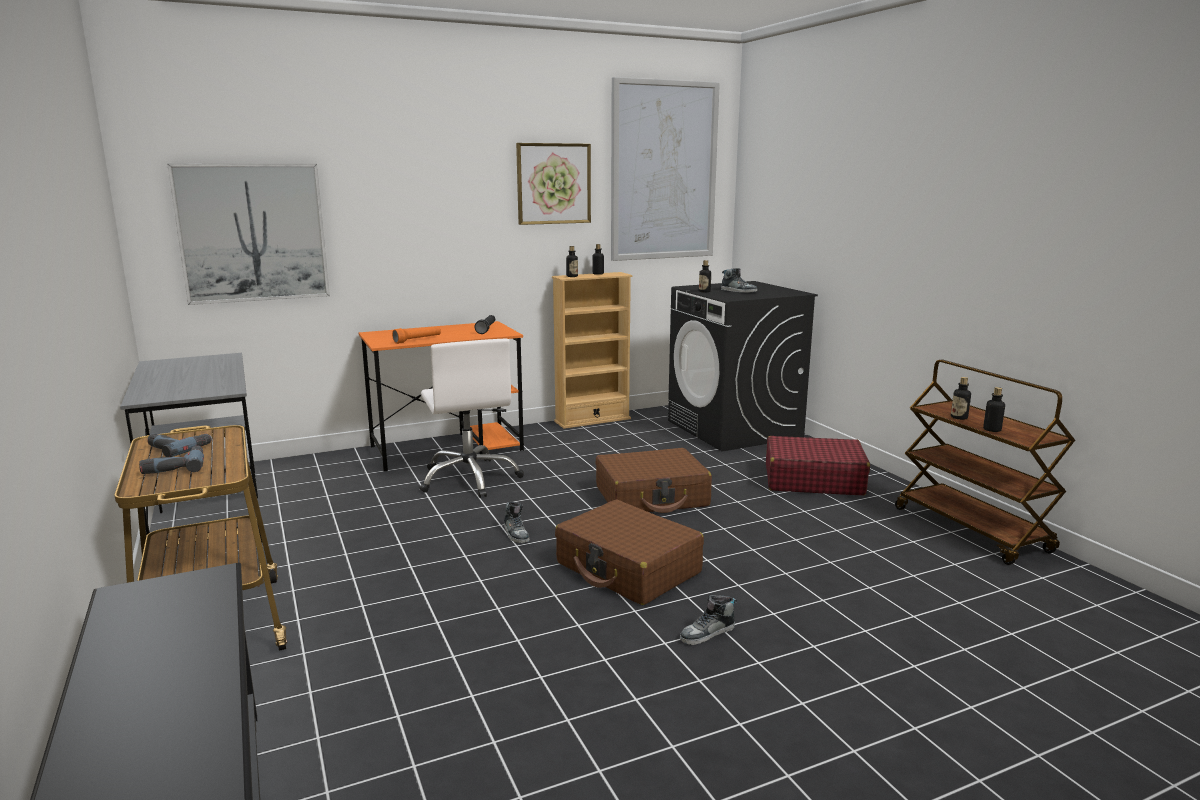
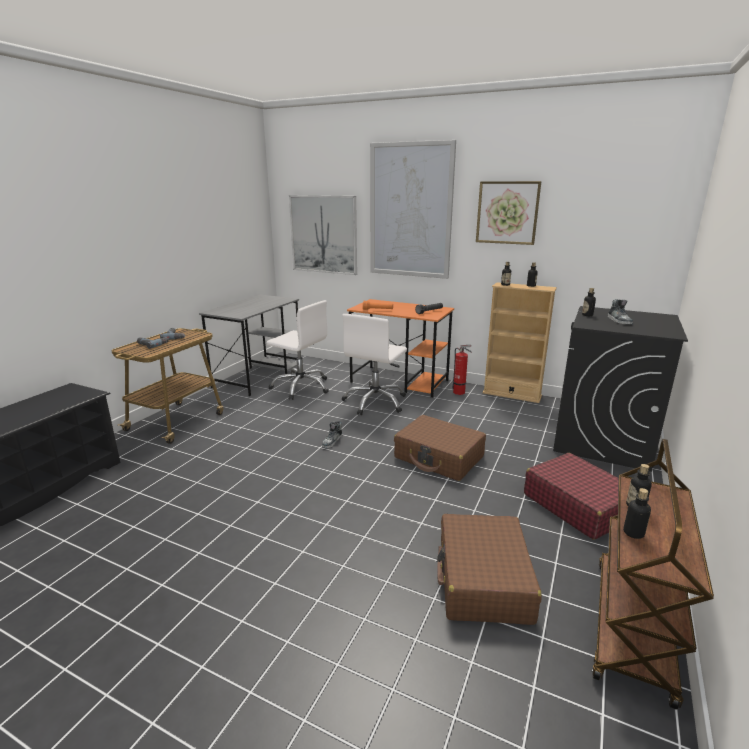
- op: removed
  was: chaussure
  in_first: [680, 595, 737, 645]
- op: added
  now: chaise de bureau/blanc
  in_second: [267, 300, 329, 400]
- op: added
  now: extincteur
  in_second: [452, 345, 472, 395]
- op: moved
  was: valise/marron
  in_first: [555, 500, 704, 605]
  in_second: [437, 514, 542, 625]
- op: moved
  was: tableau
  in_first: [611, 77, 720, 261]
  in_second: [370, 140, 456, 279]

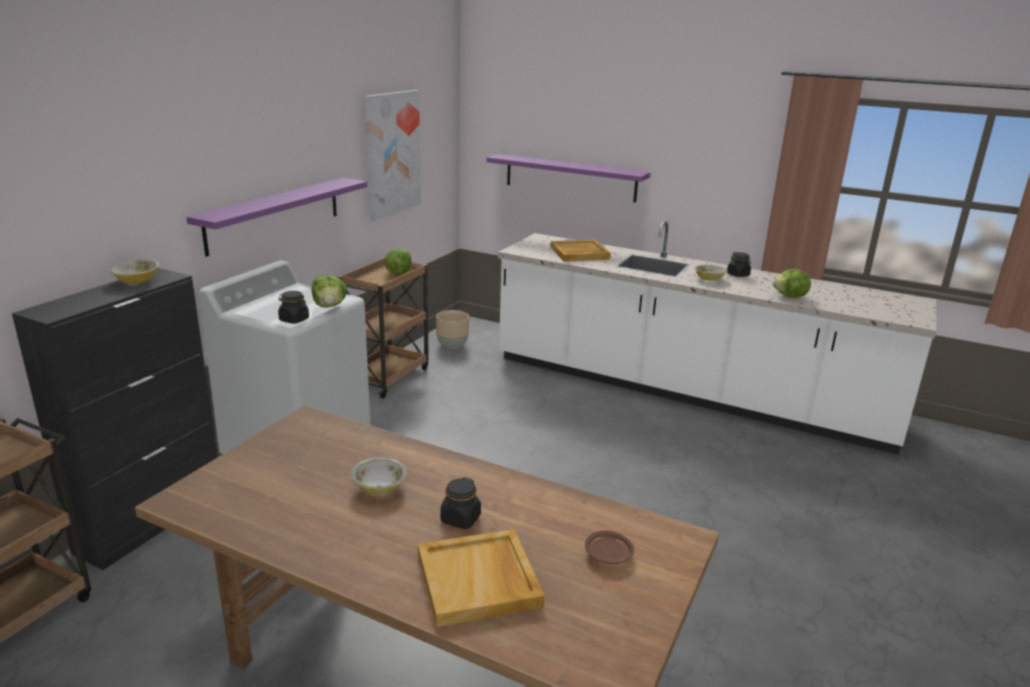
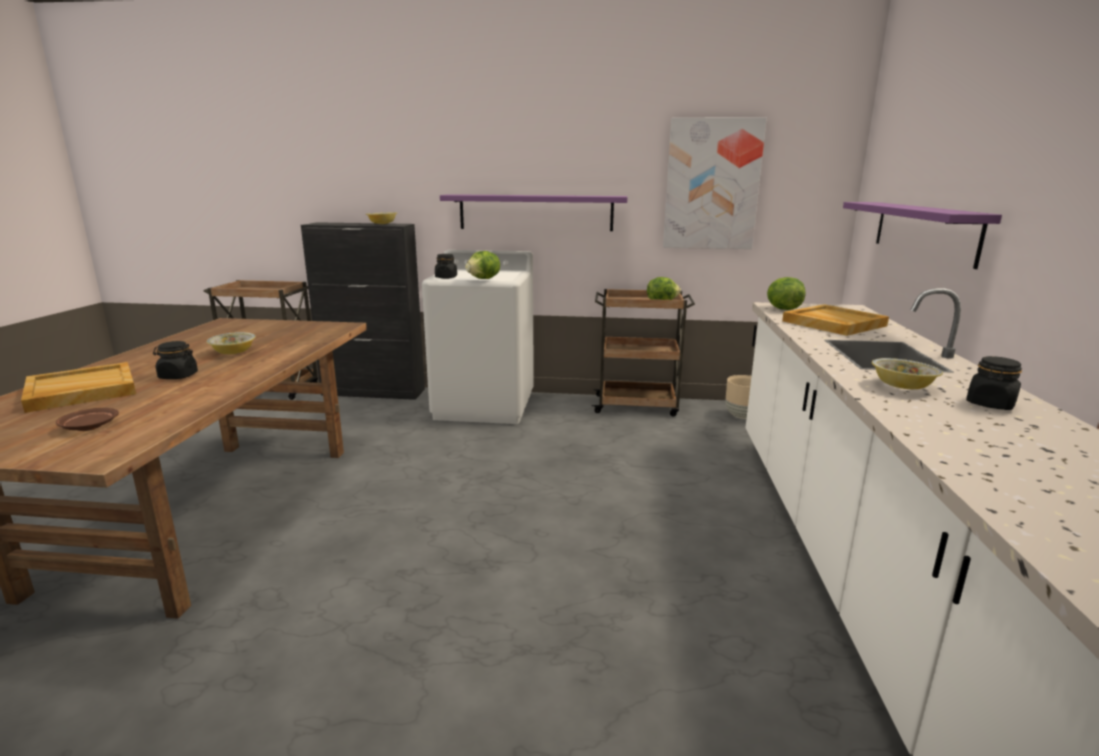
- op: moved
  was: laitue
  in_first: [772, 269, 811, 298]
  in_second: [767, 277, 805, 310]

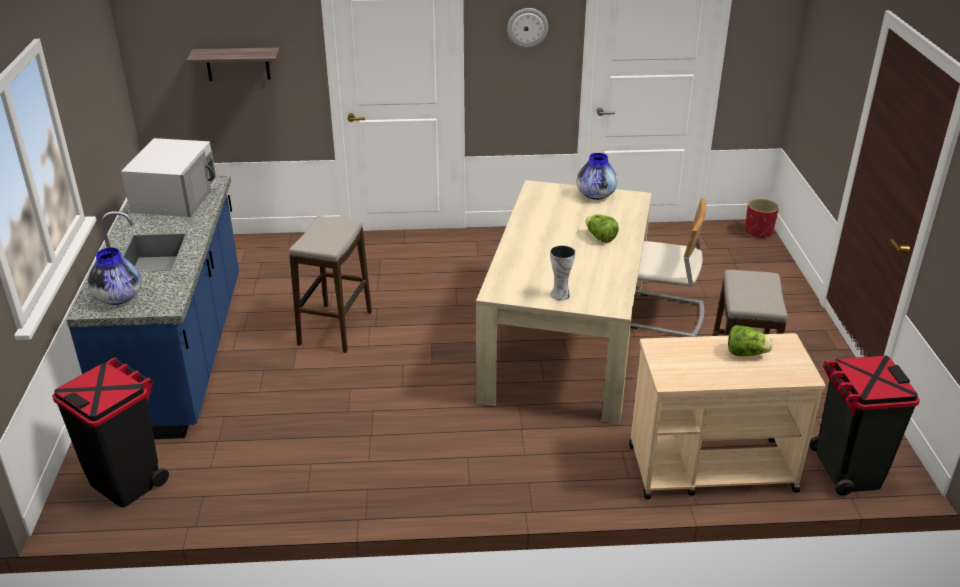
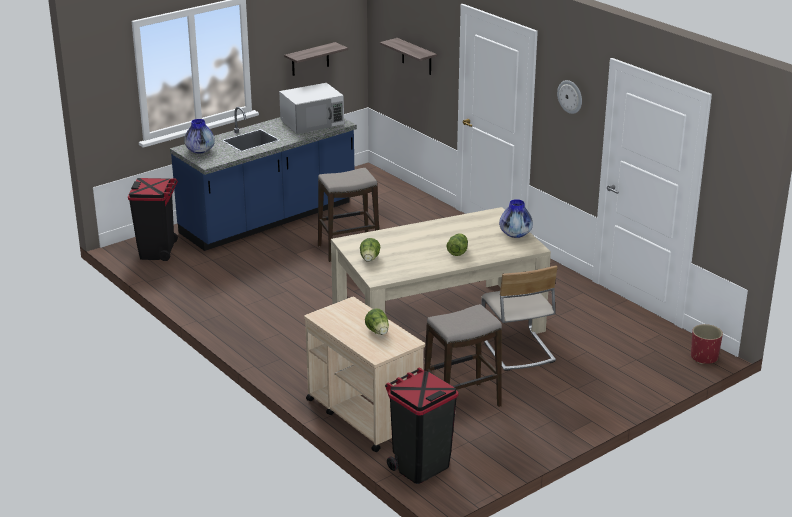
- op: added
  now: étagère
  in_second: [284, 42, 348, 76]
- op: replaced
  was: vase
  now: laitue
  in_first: [550, 245, 576, 301]
  in_second: [360, 238, 380, 262]

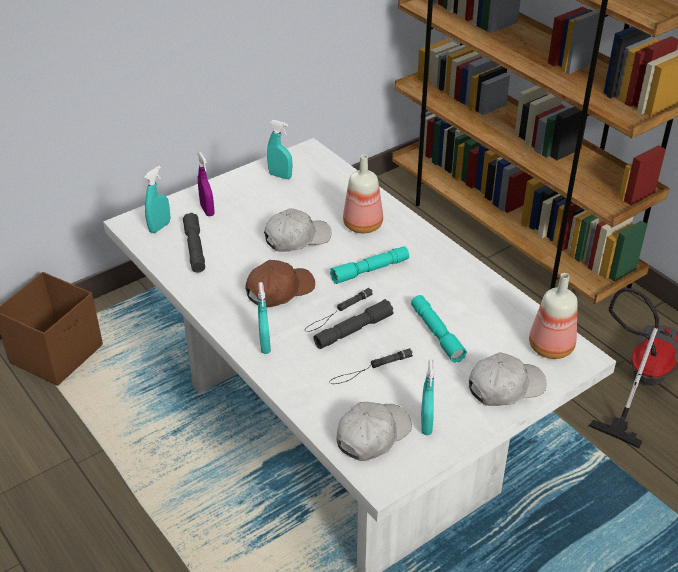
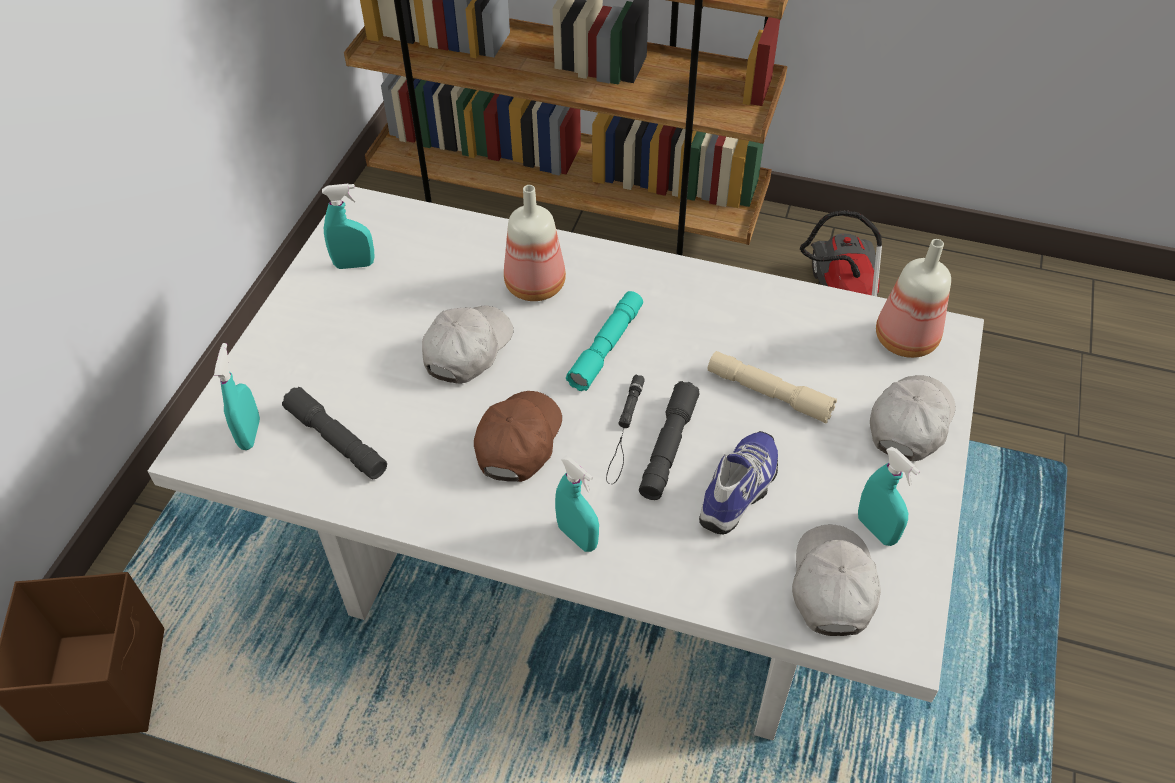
- op: removed
  was: vaporisateur/violet
  in_first: [197, 152, 214, 216]
- op: replaced
  was: lampe de poche/noir
  now: chaussure
  in_first: [329, 348, 413, 384]
  in_second: [699, 431, 778, 534]
- op: recoloured
  was: lampe de poche/turquoise
  now: lampe de poche/beige
  in_first: [411, 295, 467, 363]
  in_second: [708, 351, 837, 423]

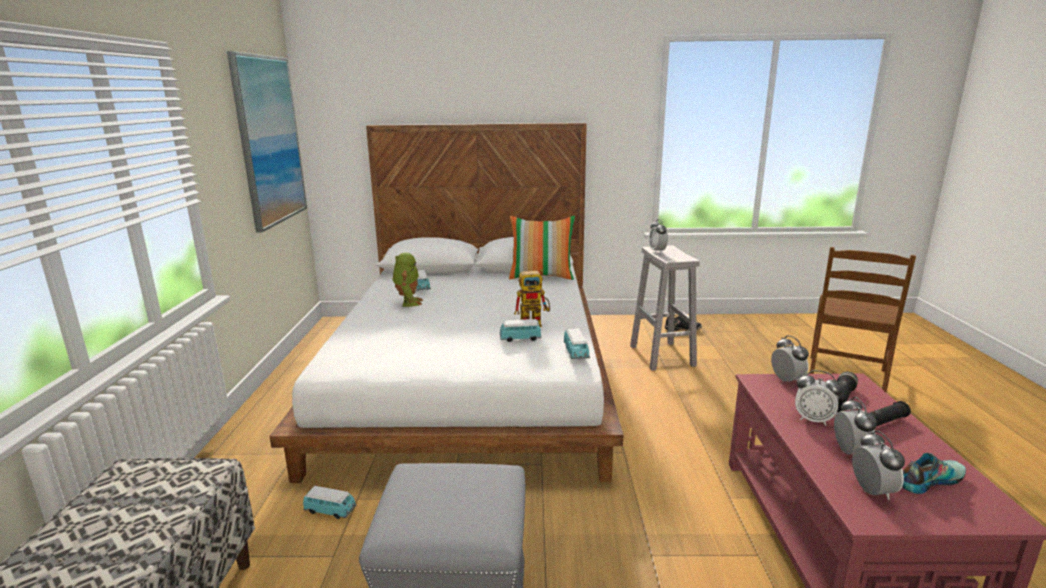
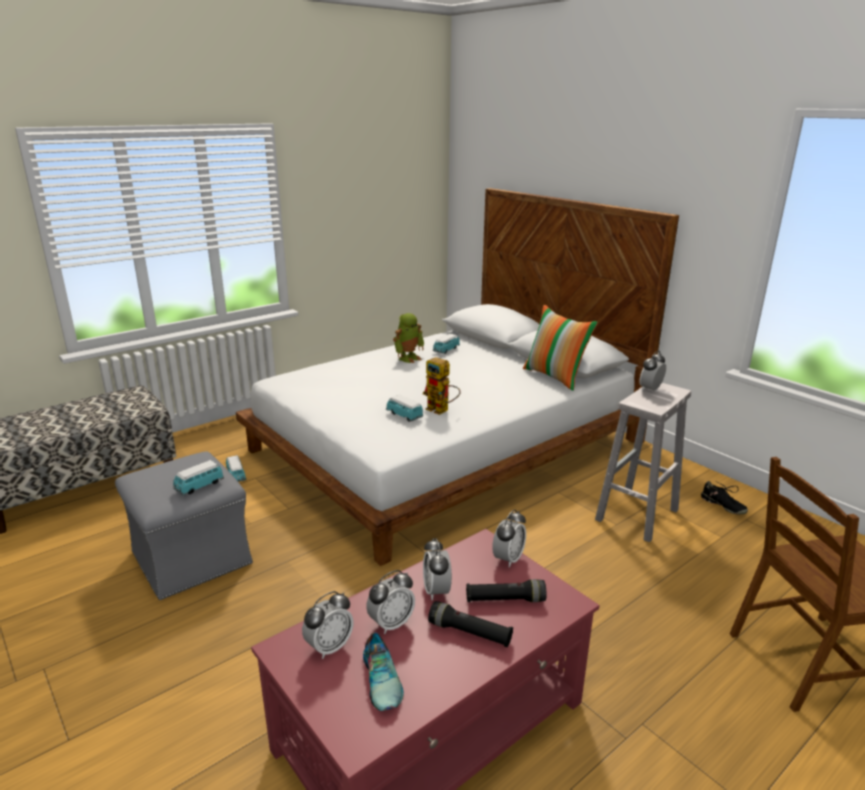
- op: removed
  was: tableau
  in_first: [227, 51, 307, 233]
- op: moved
  was: petite voiture
  in_first: [564, 328, 590, 359]
  in_second: [173, 460, 224, 496]
- op: turned
  was: chaussure
  in_first: [902, 453, 966, 494]
  in_second: [363, 632, 404, 711]
  clockwise: 45

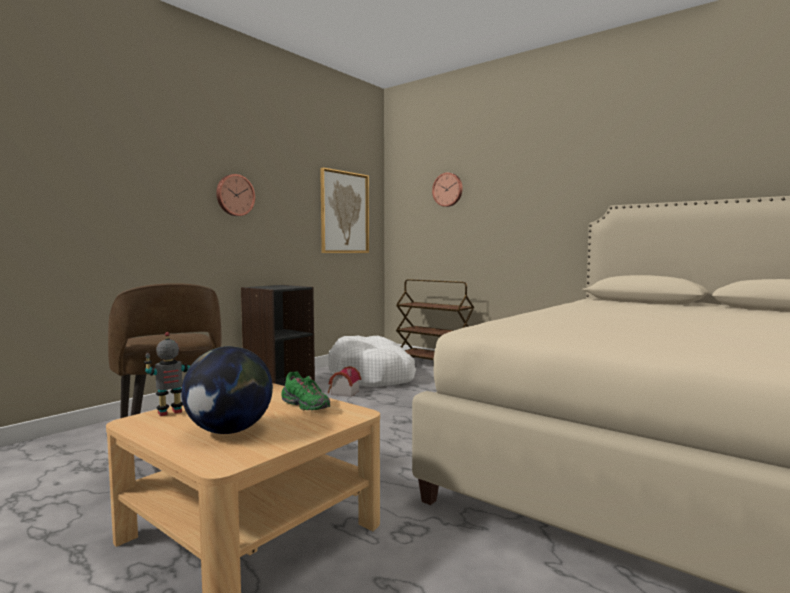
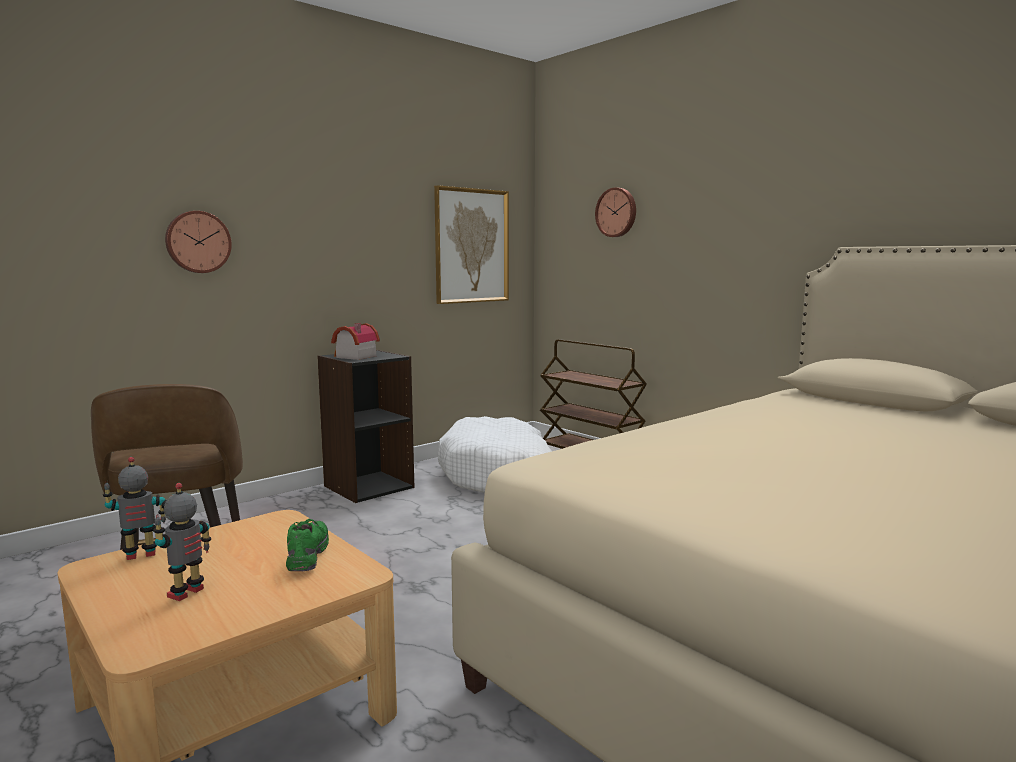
- op: moved
  was: horloge murale
  in_first: [216, 174, 255, 216]
  in_second: [165, 211, 232, 273]
- op: moved
  was: maison miniature
  in_first: [328, 366, 361, 397]
  in_second: [331, 323, 380, 360]
- op: replaced
  was: globe
  now: robot jouet
  in_first: [181, 346, 273, 434]
  in_second: [153, 483, 211, 601]
- op: turned
  was: chaussure/vert
  in_first: [281, 371, 330, 410]
  in_second: [286, 519, 329, 571]
  clockwise: -150

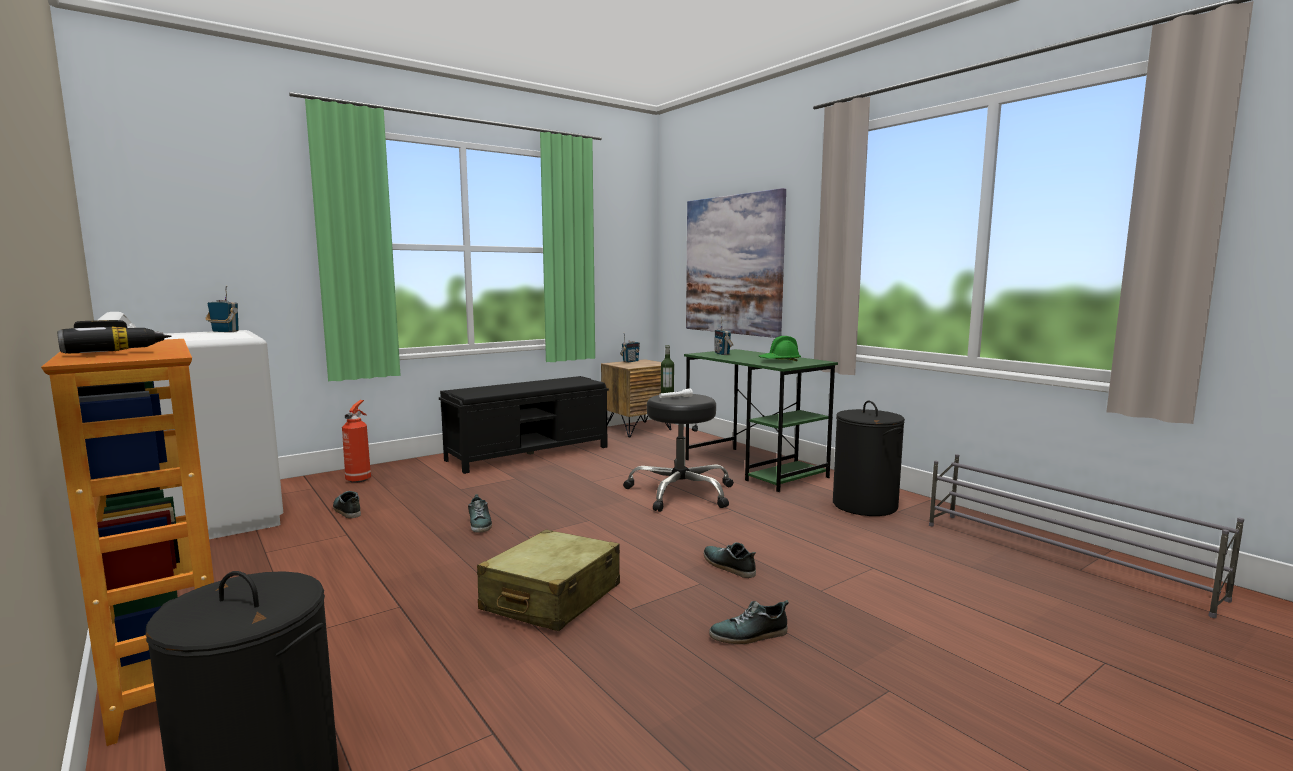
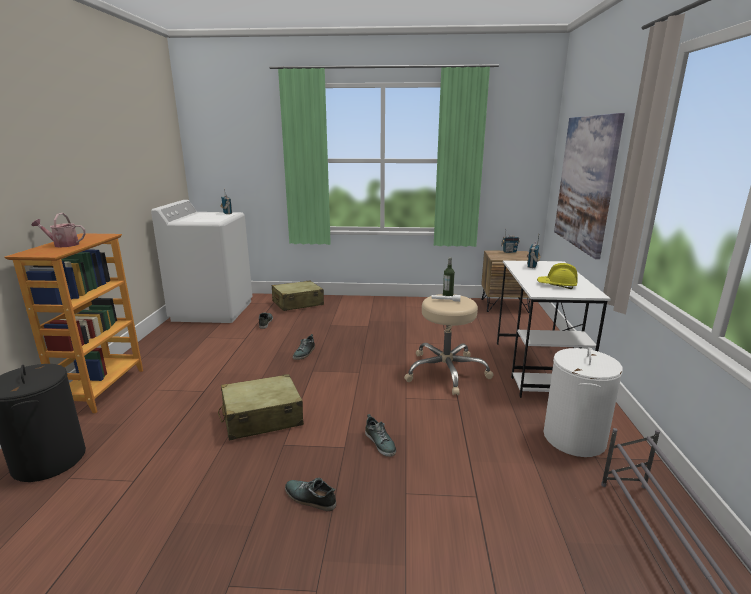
- op: removed
  was: banc/noir
  in_first: [439, 376, 609, 474]
- op: replaced
  was: perceuse
  now: arrosoir
  in_first: [57, 320, 172, 353]
  in_second: [31, 213, 86, 248]
- op: replaced
  was: extincteur
  now: valise/beige
  in_first: [342, 400, 371, 483]
  in_second: [272, 280, 324, 311]
- op: recoloured
  was: tabouret/noir
  now: tabouret/beige
  in_first: [623, 394, 734, 512]
  in_second: [404, 294, 493, 395]
- op: recoloured
  was: bureau/vert
  now: bureau/blanc
  in_first: [684, 349, 838, 492]
  in_second: [497, 260, 611, 398]
- op: recoloured
  was: casque de chantier/vert
  now: casque de chantier/jaune
  in_first: [759, 336, 801, 361]
  in_second: [537, 263, 578, 289]
- op: recoloured
  was: panier à linge/noir
  now: panier à linge/blanc
  in_first: [833, 401, 905, 516]
  in_second: [543, 347, 623, 457]
- op: turned
  was: chaussure
  in_first: [704, 542, 756, 578]
  in_second: [365, 414, 396, 457]
  clockwise: 150

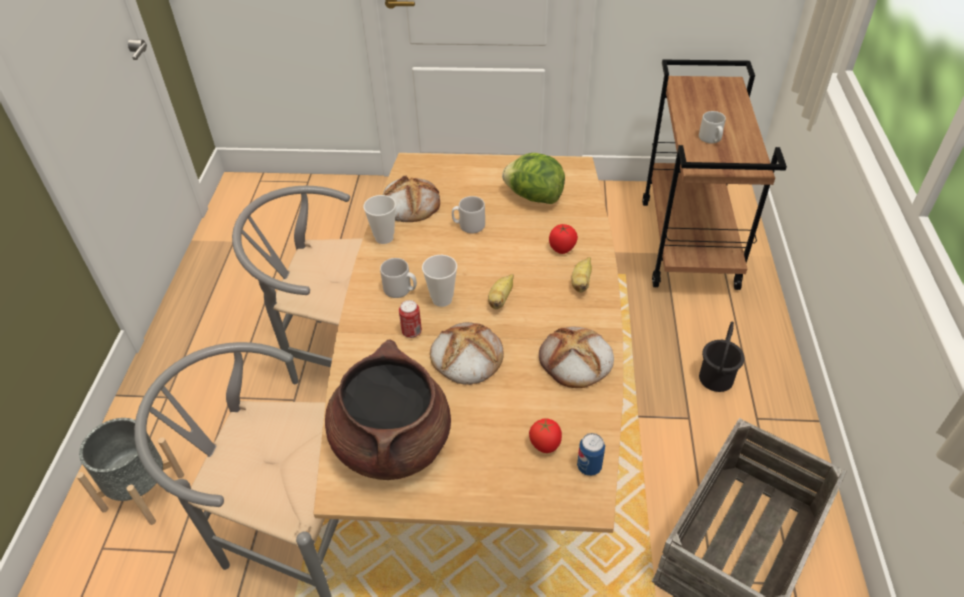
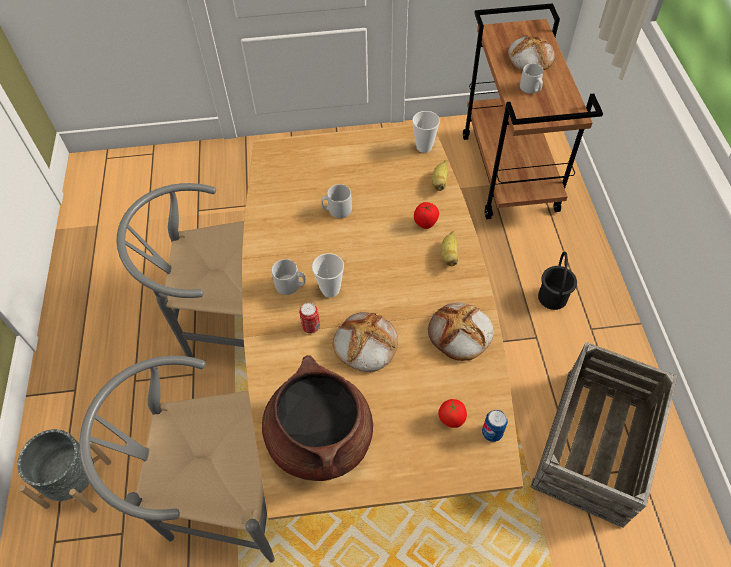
- op: removed
  was: laitue
  in_first: [502, 153, 565, 204]
- op: moved
  was: tasse
  in_first: [363, 195, 396, 244]
  in_second: [412, 111, 440, 153]
- op: moved
  was: pain
  in_first: [383, 175, 440, 222]
  in_second: [508, 35, 555, 71]
- op: moved
  was: banane
  in_first: [488, 274, 514, 309]
  in_second: [432, 160, 448, 191]

